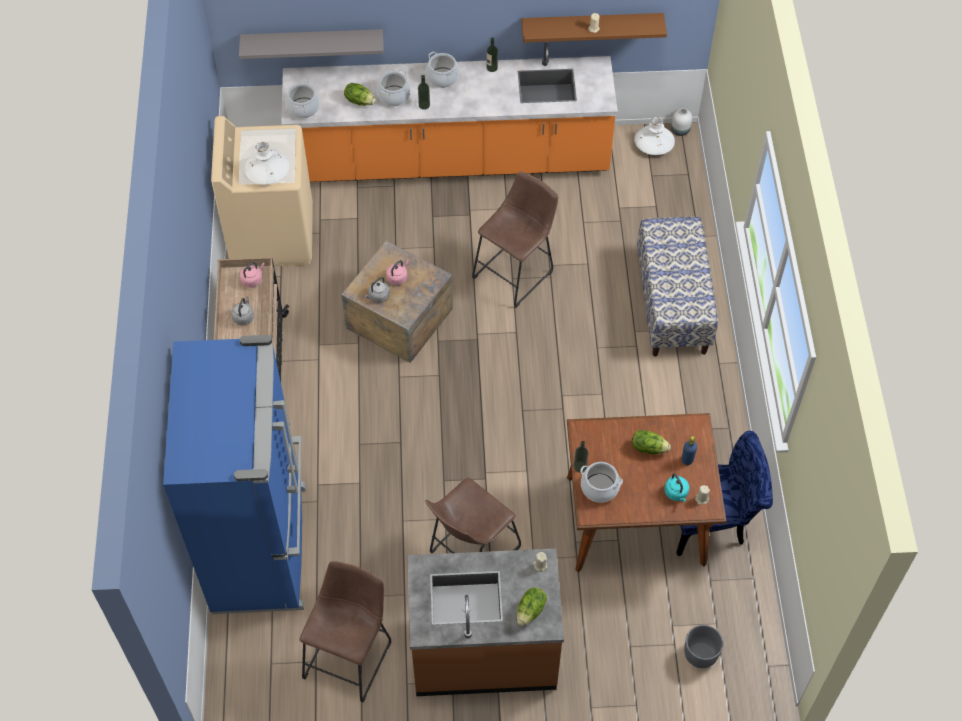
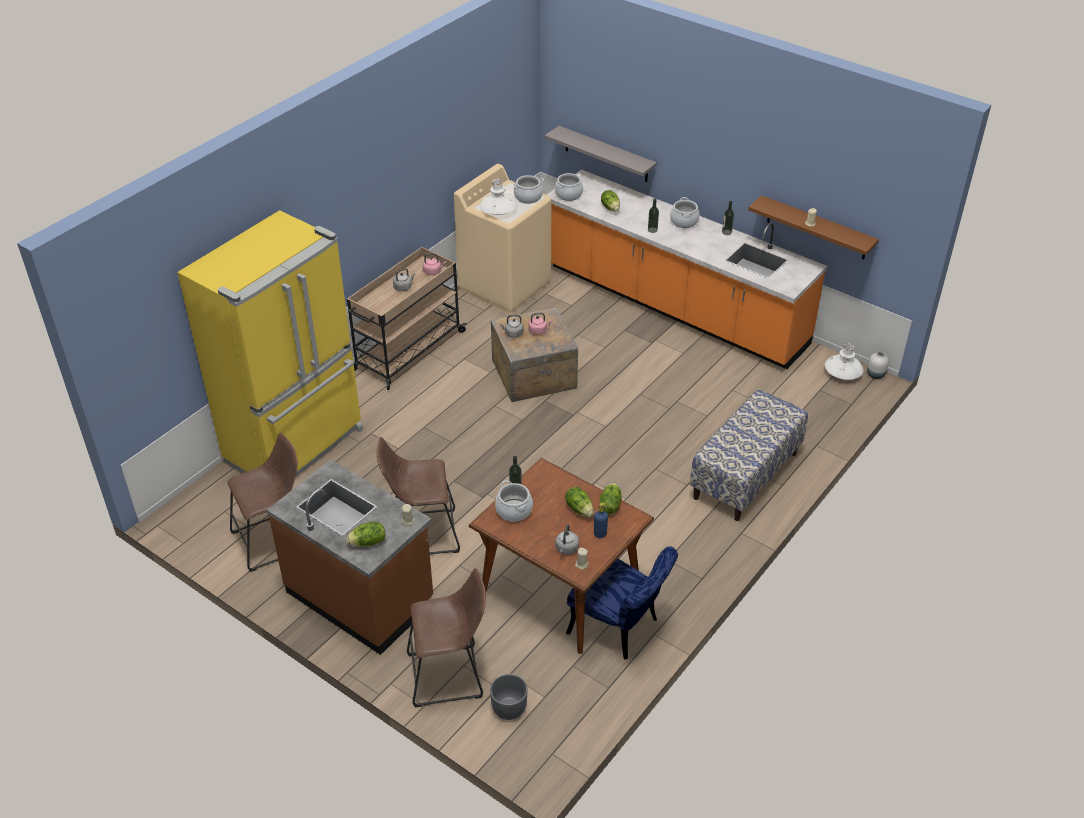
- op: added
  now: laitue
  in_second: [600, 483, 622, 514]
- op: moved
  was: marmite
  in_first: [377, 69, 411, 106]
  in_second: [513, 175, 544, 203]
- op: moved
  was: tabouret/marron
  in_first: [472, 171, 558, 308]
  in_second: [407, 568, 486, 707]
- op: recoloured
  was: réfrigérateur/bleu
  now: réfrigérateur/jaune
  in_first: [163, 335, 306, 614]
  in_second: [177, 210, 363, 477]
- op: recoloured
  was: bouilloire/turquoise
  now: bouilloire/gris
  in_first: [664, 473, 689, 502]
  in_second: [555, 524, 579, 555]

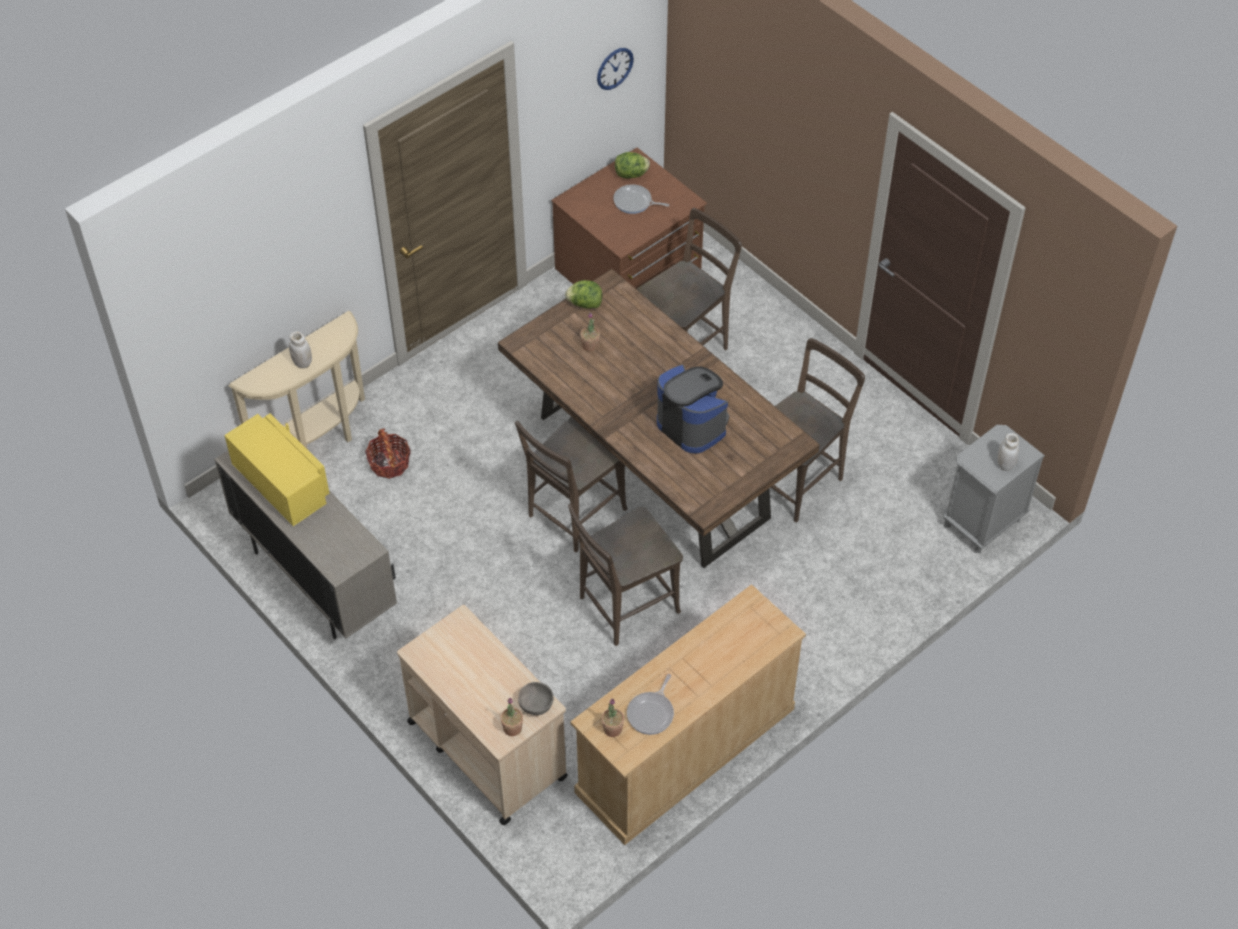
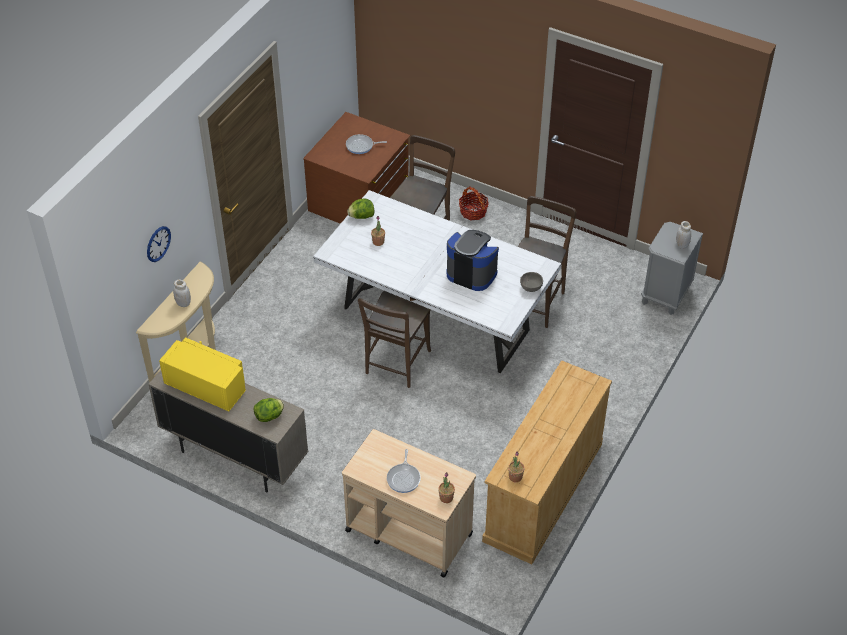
- op: removed
  was: chaise/marron
  in_first: [568, 504, 683, 646]
- op: moved
  was: panier
  in_first: [365, 428, 411, 479]
  in_second: [459, 186, 489, 220]
- op: moved
  was: bol/gris
  in_first: [518, 682, 554, 715]
  in_second: [520, 272, 543, 292]
- op: moved
  was: horloge murale
  in_first: [597, 48, 634, 90]
  in_second: [147, 226, 171, 262]
- op: moved
  was: laitue
  in_first: [615, 152, 650, 178]
  in_second: [253, 398, 284, 422]
- op: moved
  was: poêle
  in_first: [627, 674, 674, 735]
  in_second: [387, 449, 421, 493]
- op: recoloured
  was: table à manger/marron
  now: table à manger/blanc
  in_first: [498, 269, 820, 568]
  in_second: [313, 190, 561, 373]

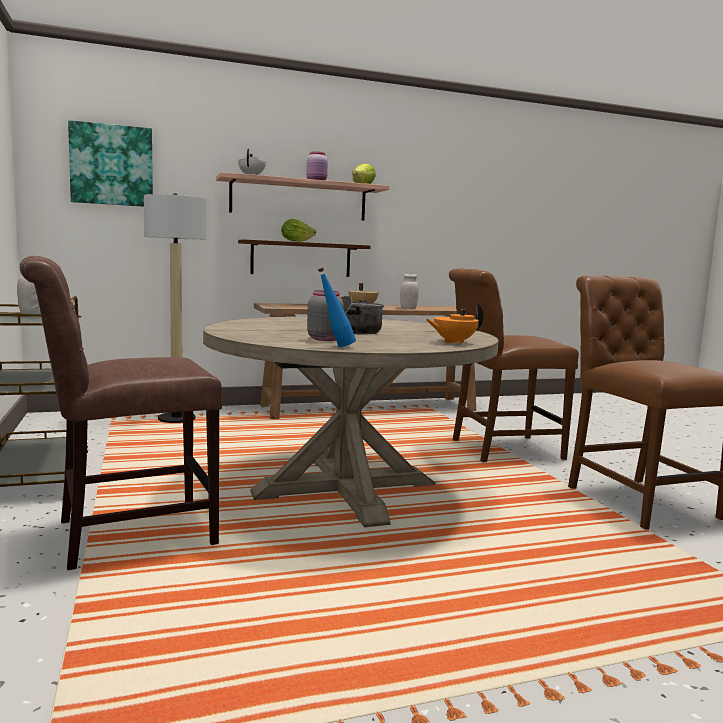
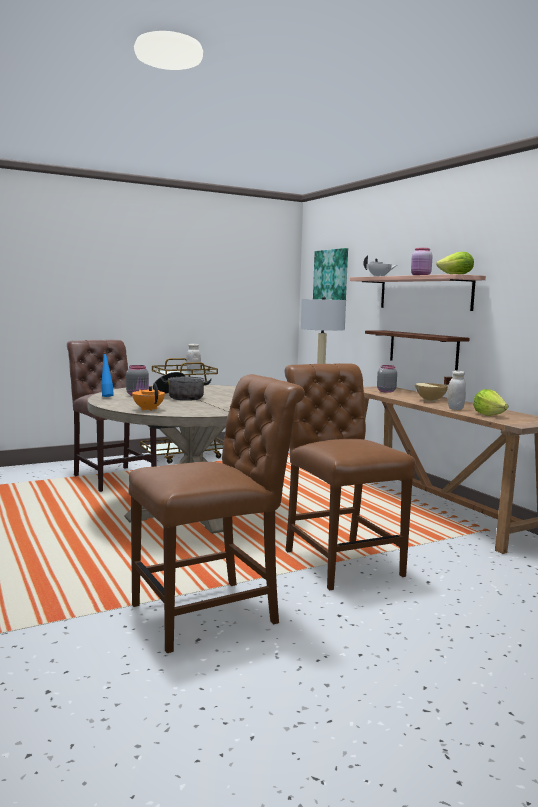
- op: added
  now: bocal/gris
  in_second: [377, 365, 397, 393]
- op: moved
  was: laitue
  in_first: [281, 219, 316, 242]
  in_second: [473, 389, 508, 416]

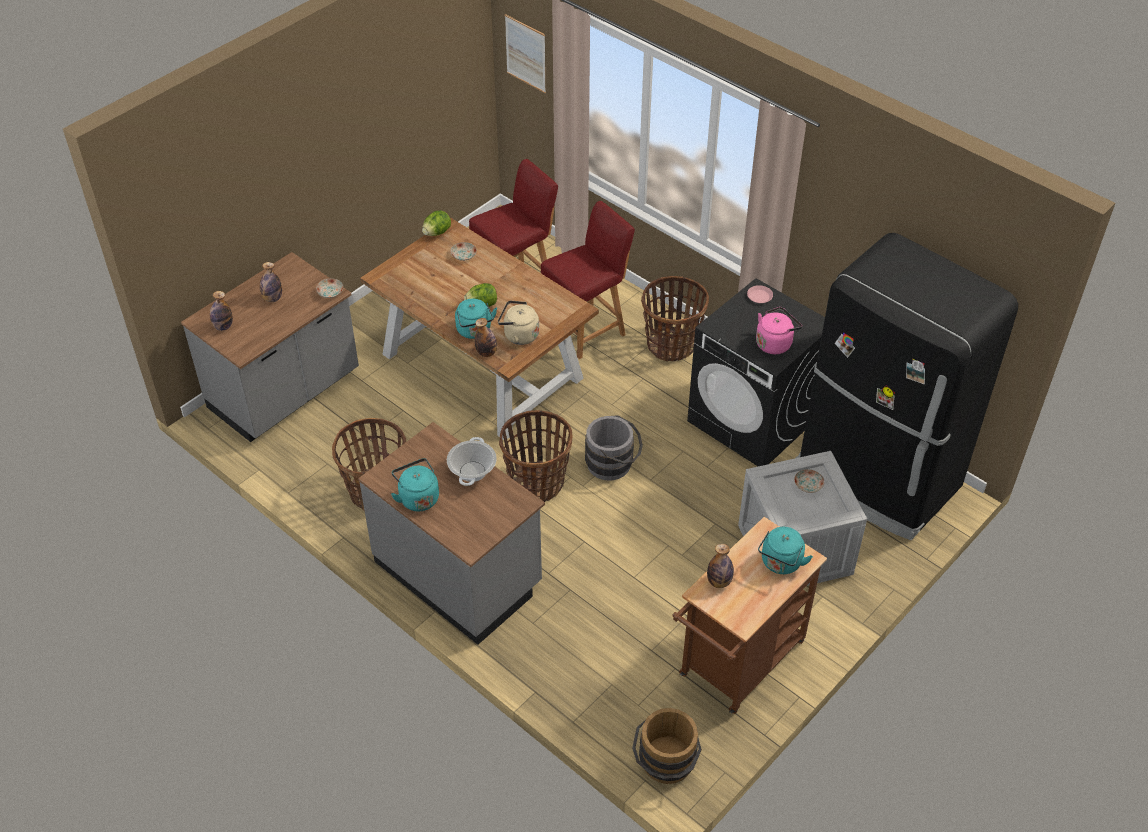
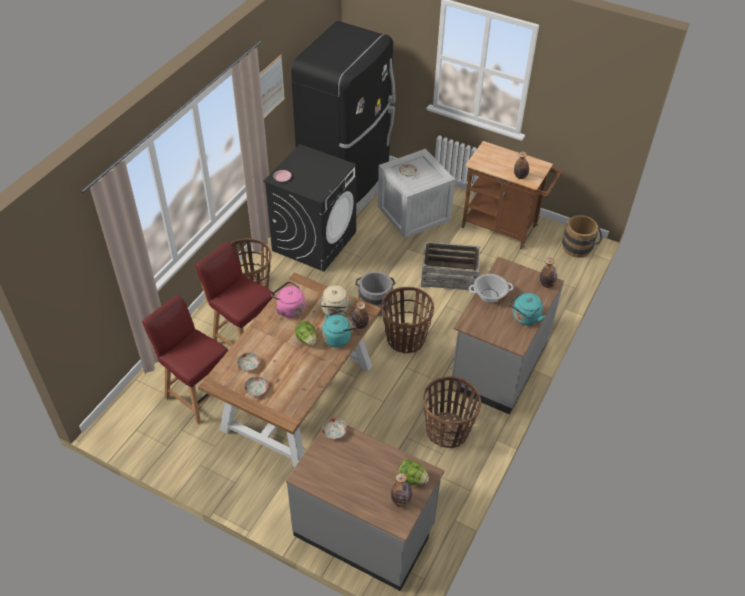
- op: removed
  was: bouilloire/turquoise
  in_first: [758, 527, 813, 574]
- op: added
  now: assiette
  in_second: [244, 377, 268, 396]
- op: added
  now: caisse
  in_second: [421, 242, 480, 291]
- op: moved
  was: bouteille
  in_first: [260, 262, 282, 302]
  in_second: [540, 258, 557, 288]
- op: moved
  was: laitue
  in_first: [422, 210, 451, 236]
  in_second: [398, 459, 429, 485]
- op: moved
  was: tableau
  in_first: [505, 14, 546, 93]
  in_second: [260, 55, 285, 118]
- op: moved
  was: bouilloire/rose
  in_first: [756, 307, 802, 354]
  in_second: [271, 281, 305, 318]

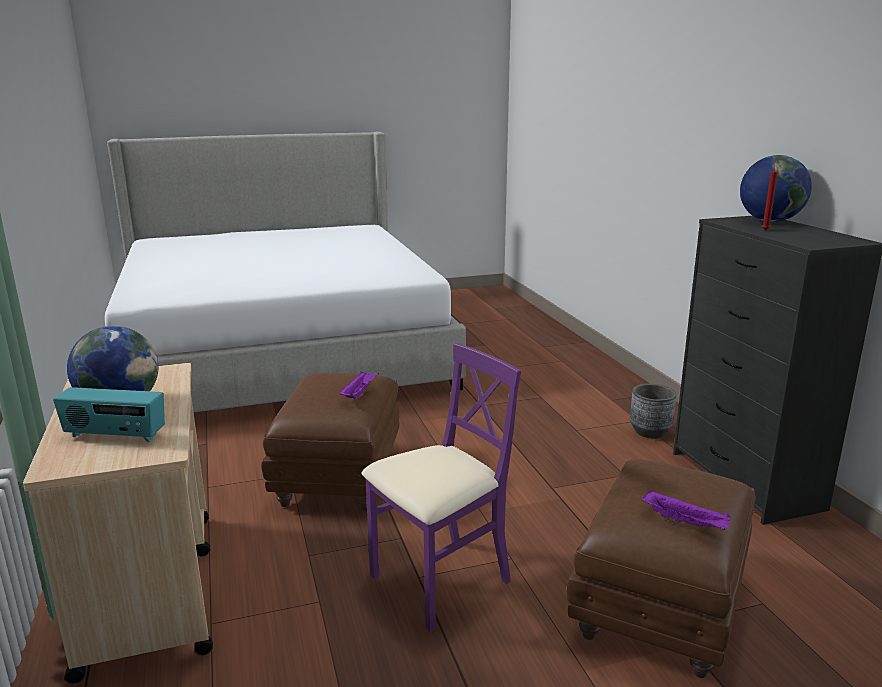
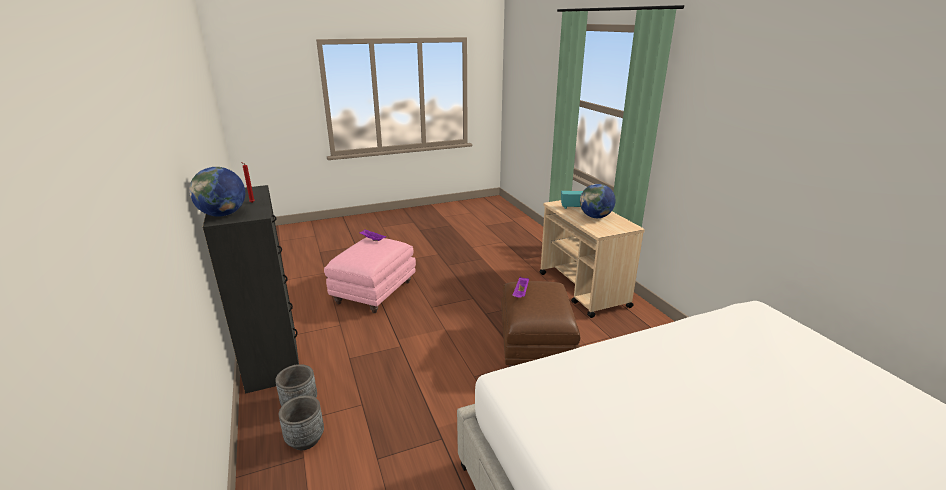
- op: removed
  was: chaise/violet
  in_first: [362, 343, 521, 632]
- op: added
  now: cache-pot/gris
  in_second: [279, 395, 324, 450]
- op: recoloured
  was: pouf/marron
  now: pouf/rose
  in_first: [567, 459, 755, 678]
  in_second: [324, 237, 416, 313]

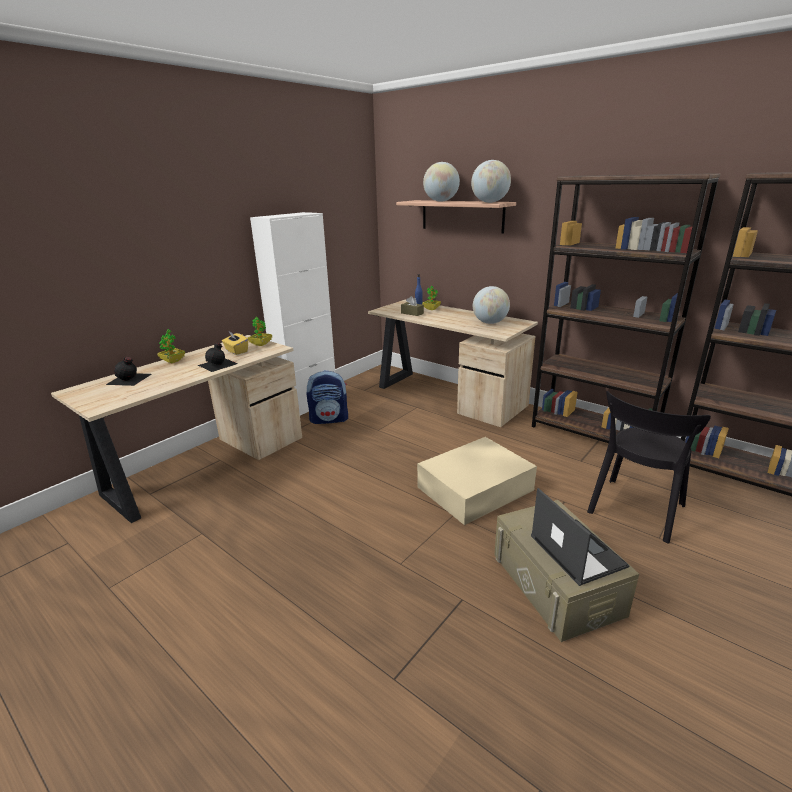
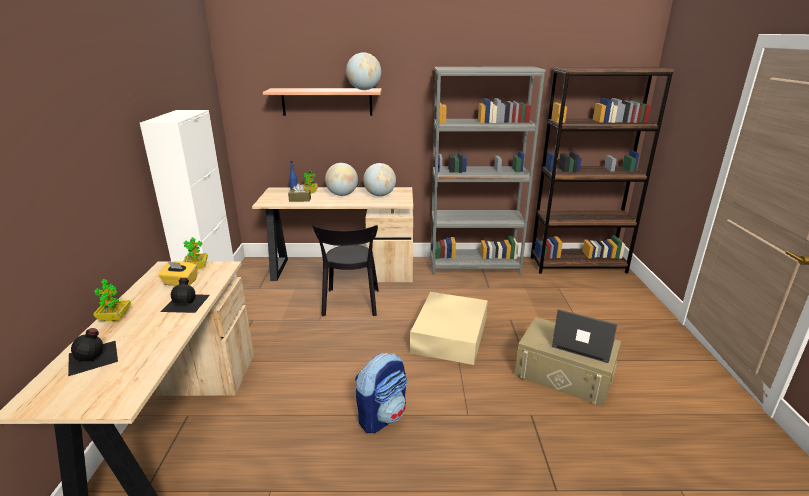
- op: moved
  was: sac à dos
  in_first: [307, 370, 348, 424]
  in_second: [355, 353, 407, 433]
- op: moved
  was: globe
  in_first: [423, 162, 460, 202]
  in_second: [325, 163, 358, 196]
- op: moved
  was: chaise/noir
  in_first: [587, 391, 711, 544]
  in_second: [312, 225, 379, 316]
- op: recoloured
  was: bibliothèque/marron
  now: bibliothèque/gris
  in_first: [532, 173, 721, 443]
  in_second: [430, 67, 546, 274]

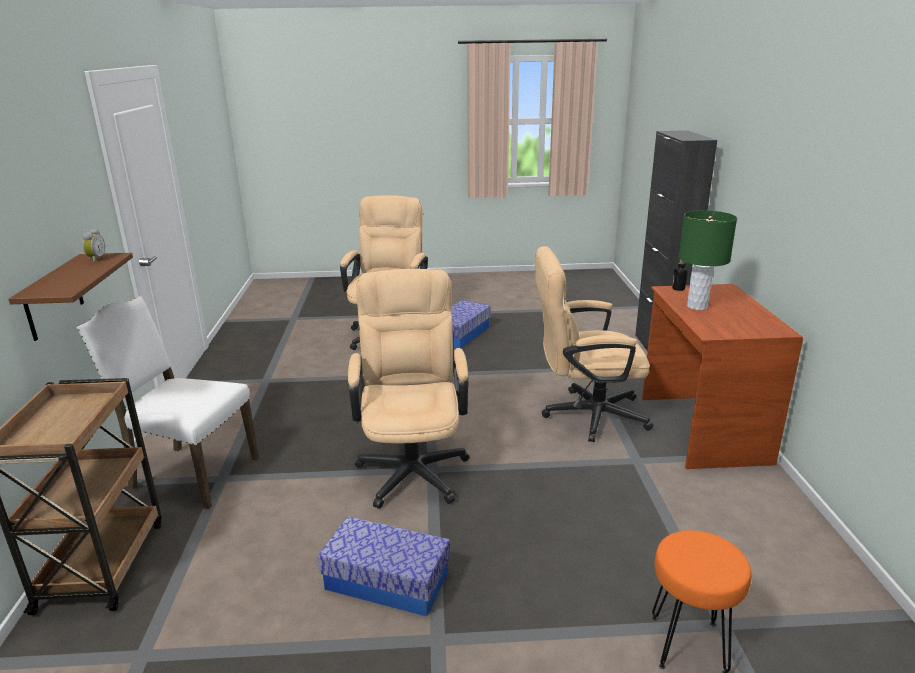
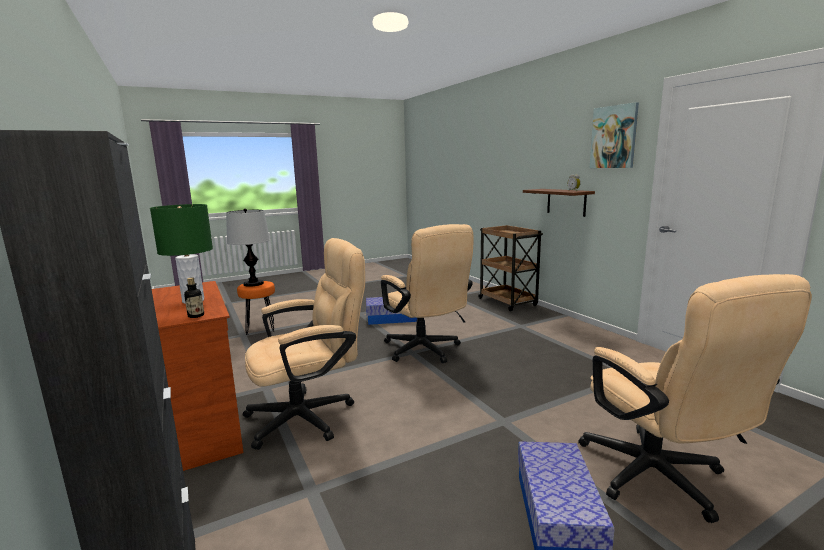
- op: removed
  was: chaise/blanc
  in_first: [77, 296, 259, 509]
- op: added
  now: lampe de table
  in_second: [226, 209, 270, 287]
- op: added
  now: tableau
  in_second: [590, 102, 639, 168]

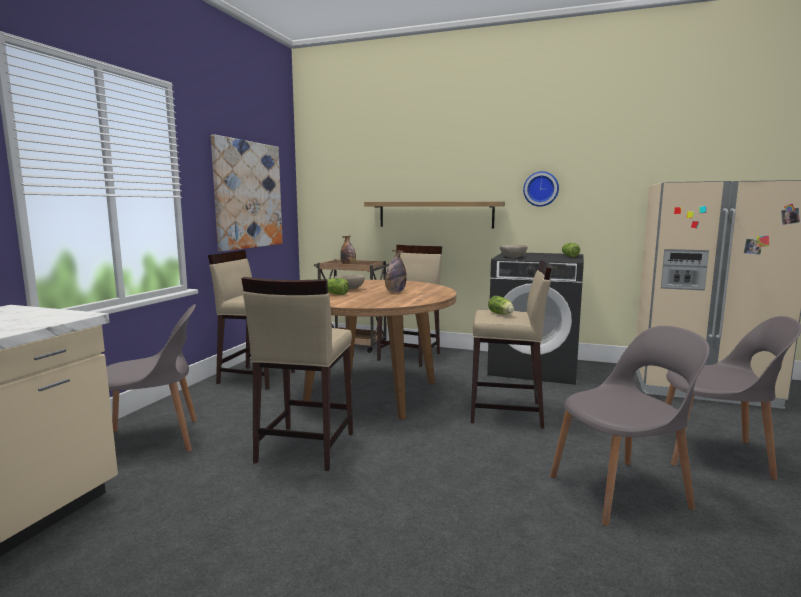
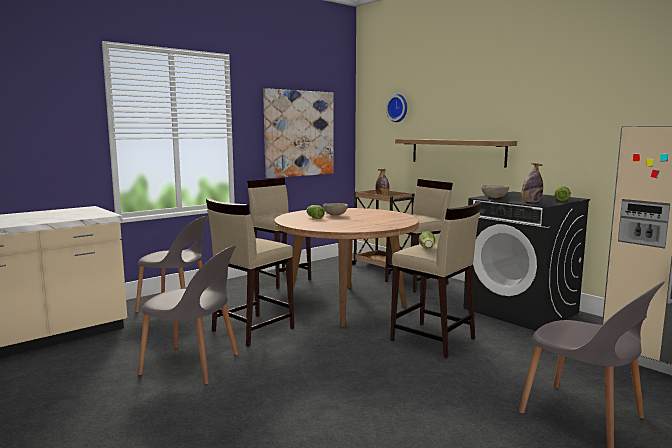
- op: moved
  was: bouteille
  in_first: [385, 250, 406, 292]
  in_second: [522, 163, 543, 203]
- op: moved
  was: horloge murale
  in_first: [523, 171, 559, 207]
  in_second: [386, 94, 407, 122]
- op: moved
  was: chaise/gris
  in_first: [550, 326, 710, 526]
  in_second: [138, 246, 239, 384]

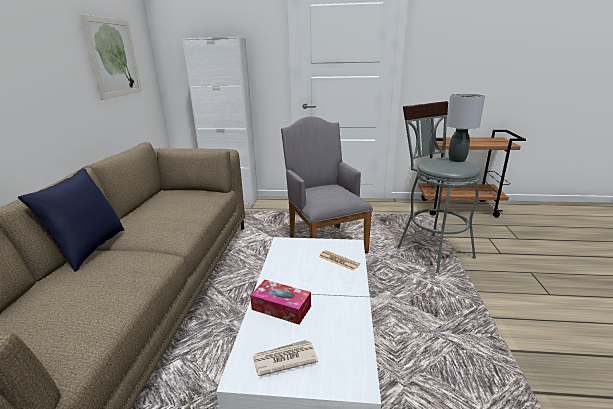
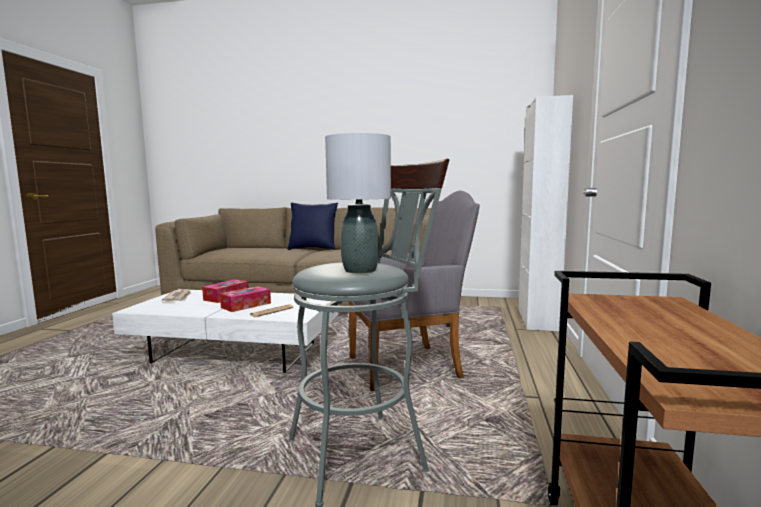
- op: removed
  was: tableau
  in_first: [80, 14, 142, 100]
- op: added
  now: boîte à mouchoirs
  in_second: [220, 286, 271, 312]

